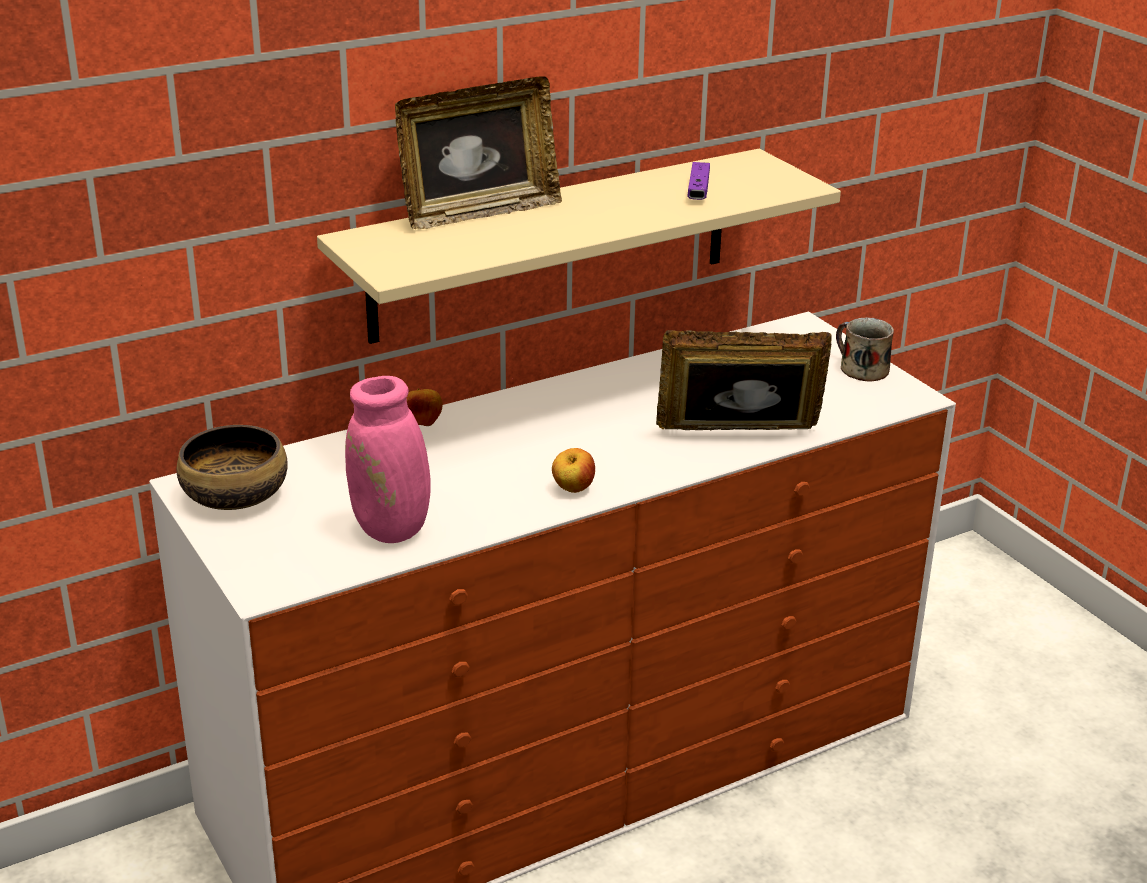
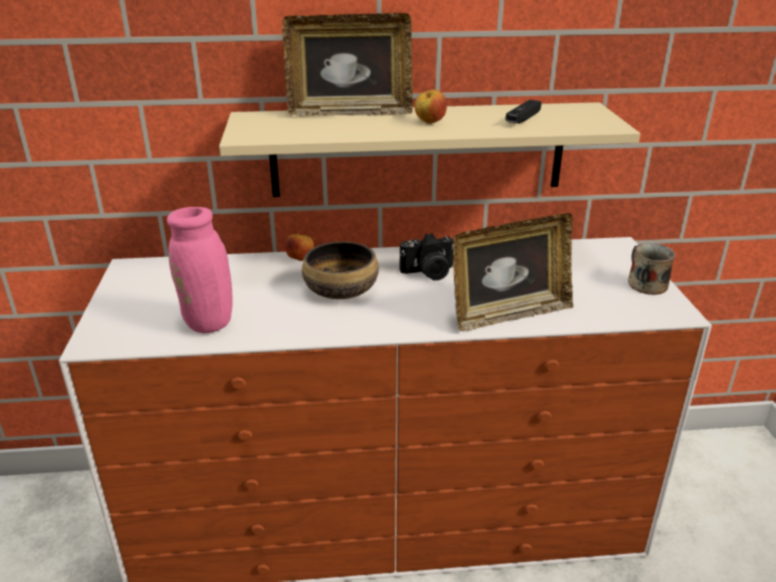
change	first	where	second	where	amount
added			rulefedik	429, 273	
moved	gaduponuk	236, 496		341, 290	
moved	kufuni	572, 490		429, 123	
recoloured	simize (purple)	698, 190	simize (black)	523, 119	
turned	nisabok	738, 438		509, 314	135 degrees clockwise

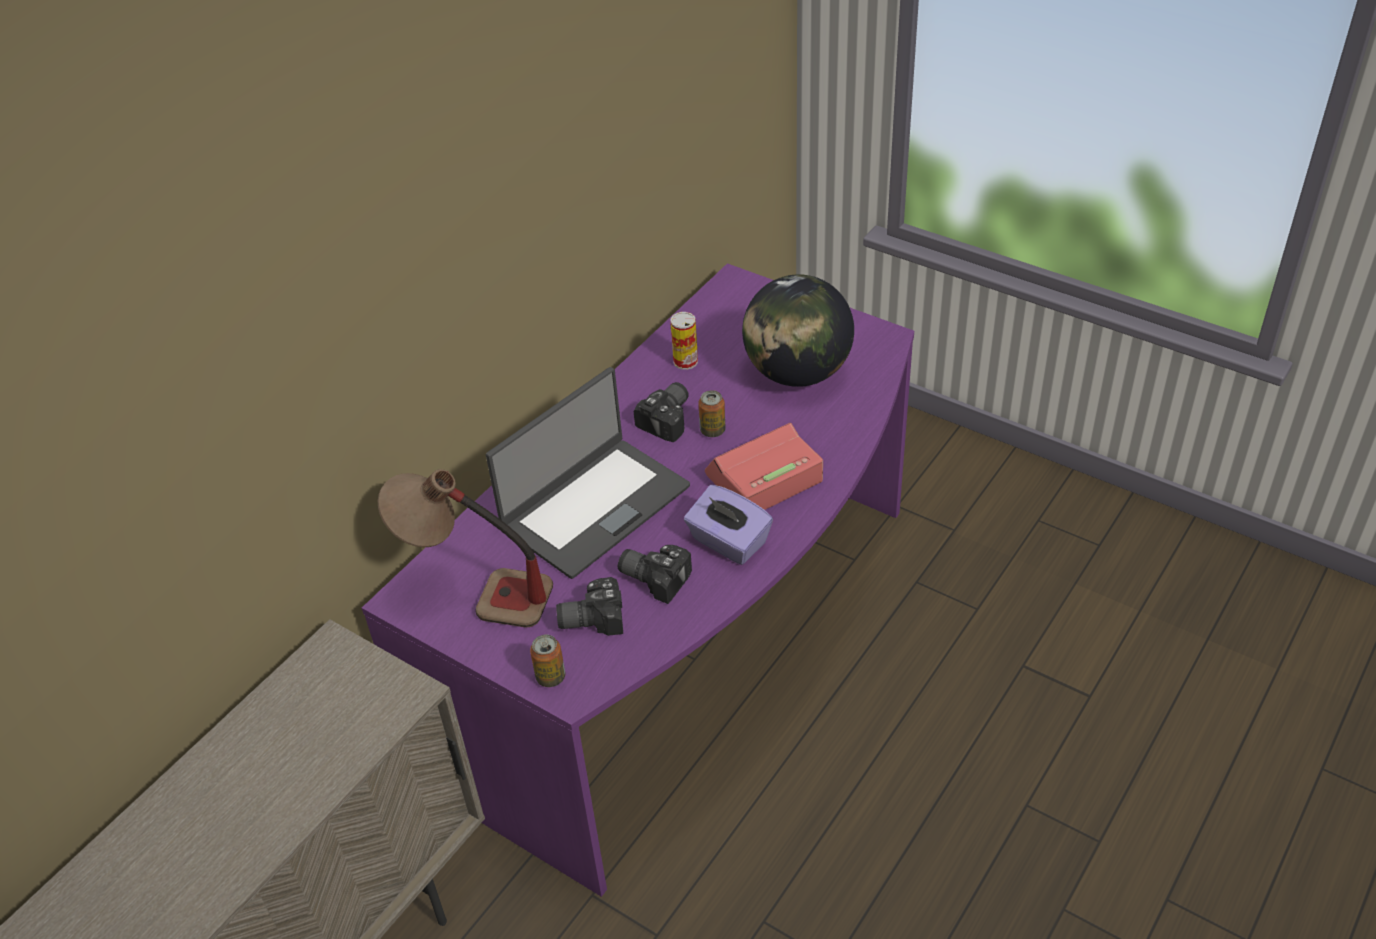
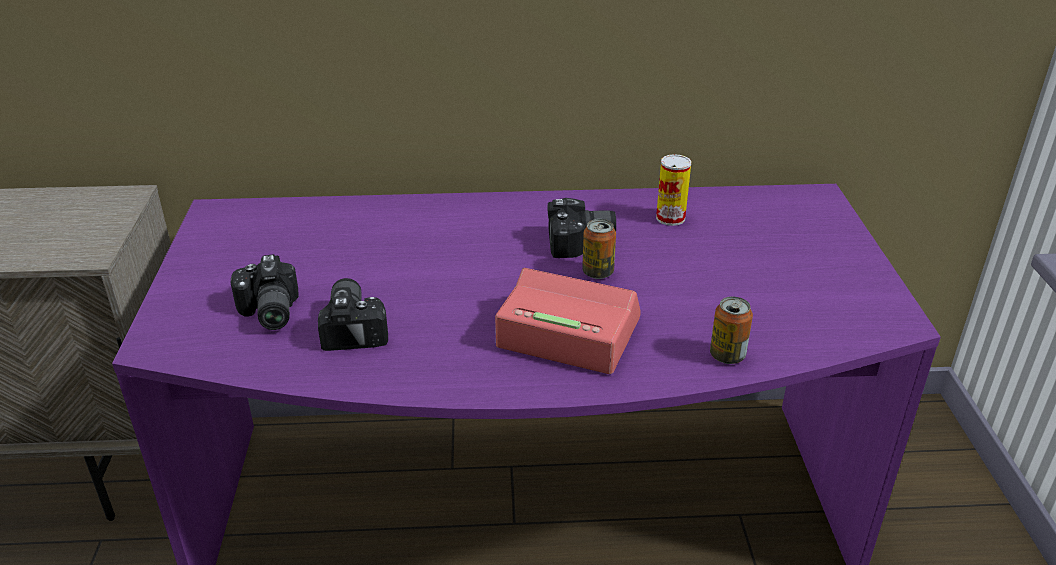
change	first	where	second	where	amount
removed	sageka	476, 595			
removed	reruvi	594, 506			
removed	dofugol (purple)	728, 542			
removed	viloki	797, 373			
moved	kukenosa	550, 677		727, 355	
turned	rulefedik	591, 617		267, 313	150 degrees counterclockwise

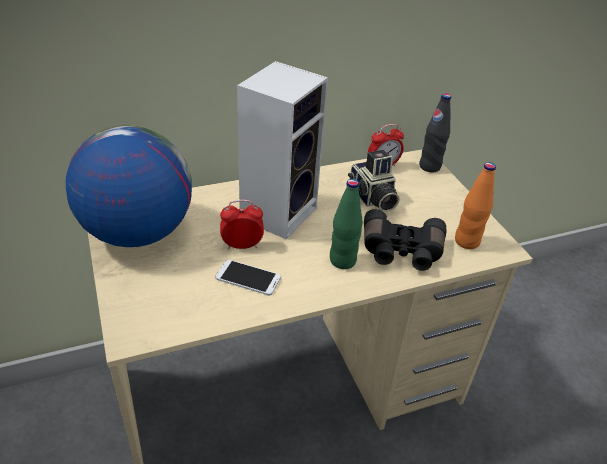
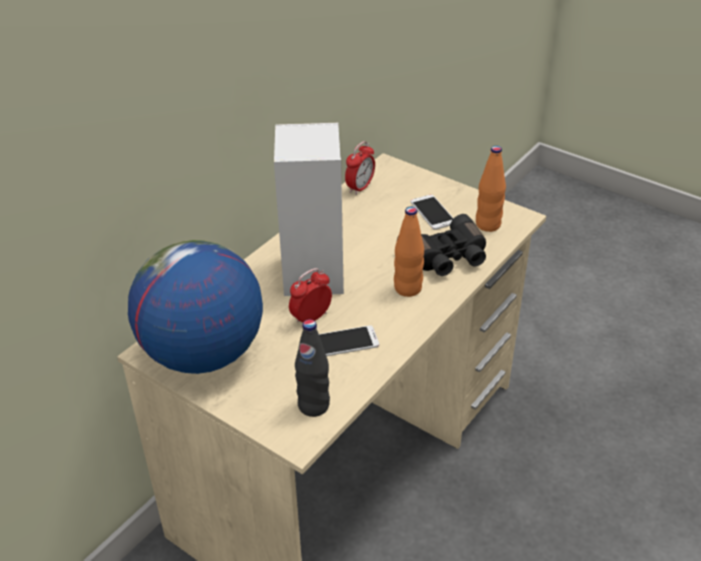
change	first	where	second	where	amount
removed	rulefedik	372, 198			
added			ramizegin	432, 212	
moved	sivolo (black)	429, 166		313, 406	
recoloured	sivolo (green)	342, 260	sivolo (orange)	407, 288	

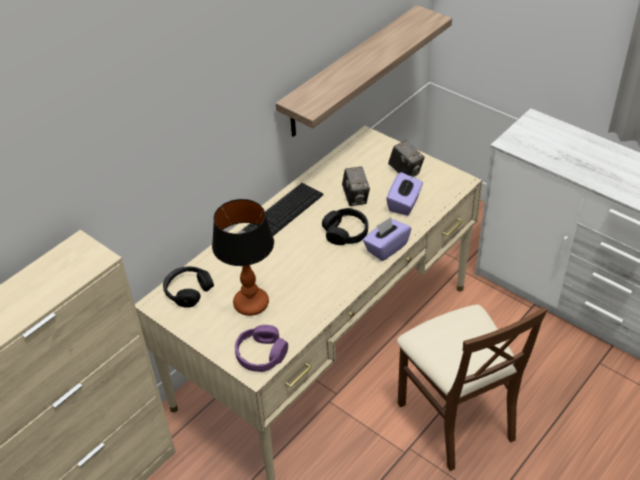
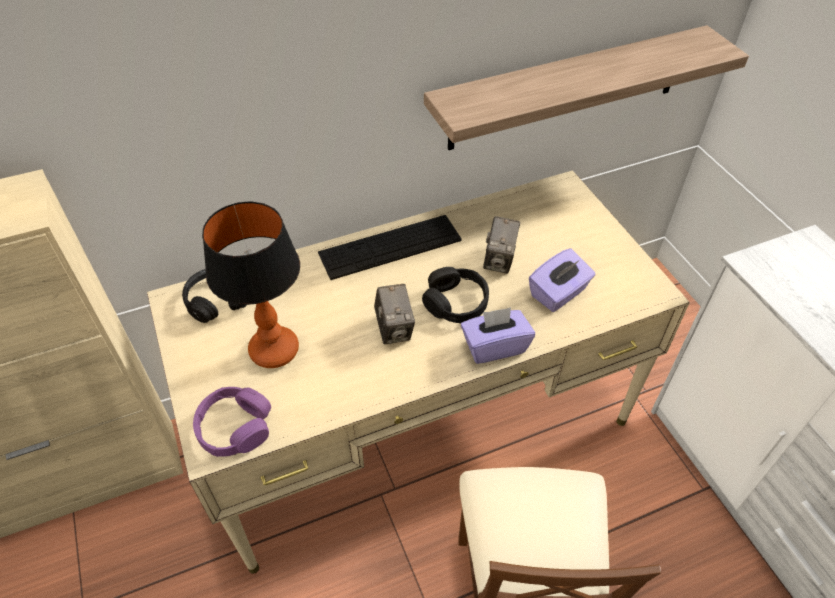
change	first	where	second	where	amount
moved	rulefedik	405, 172		394, 329	

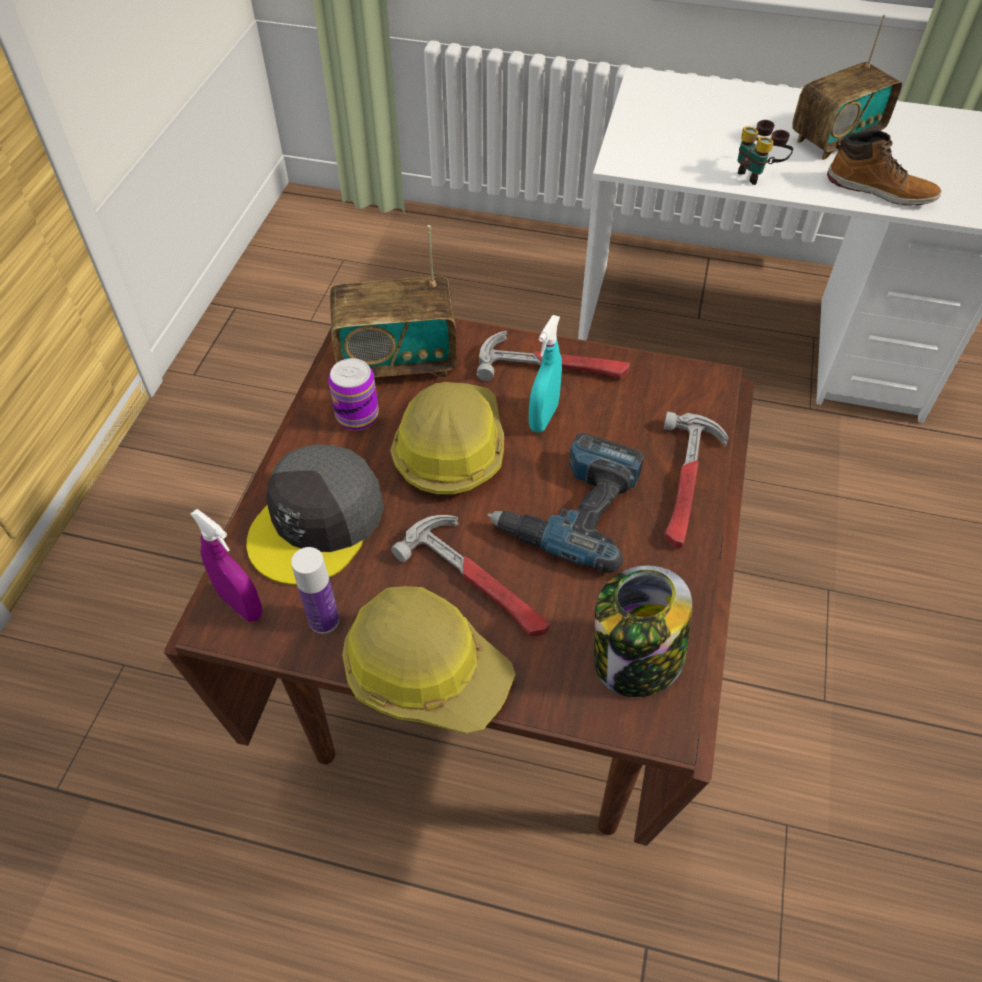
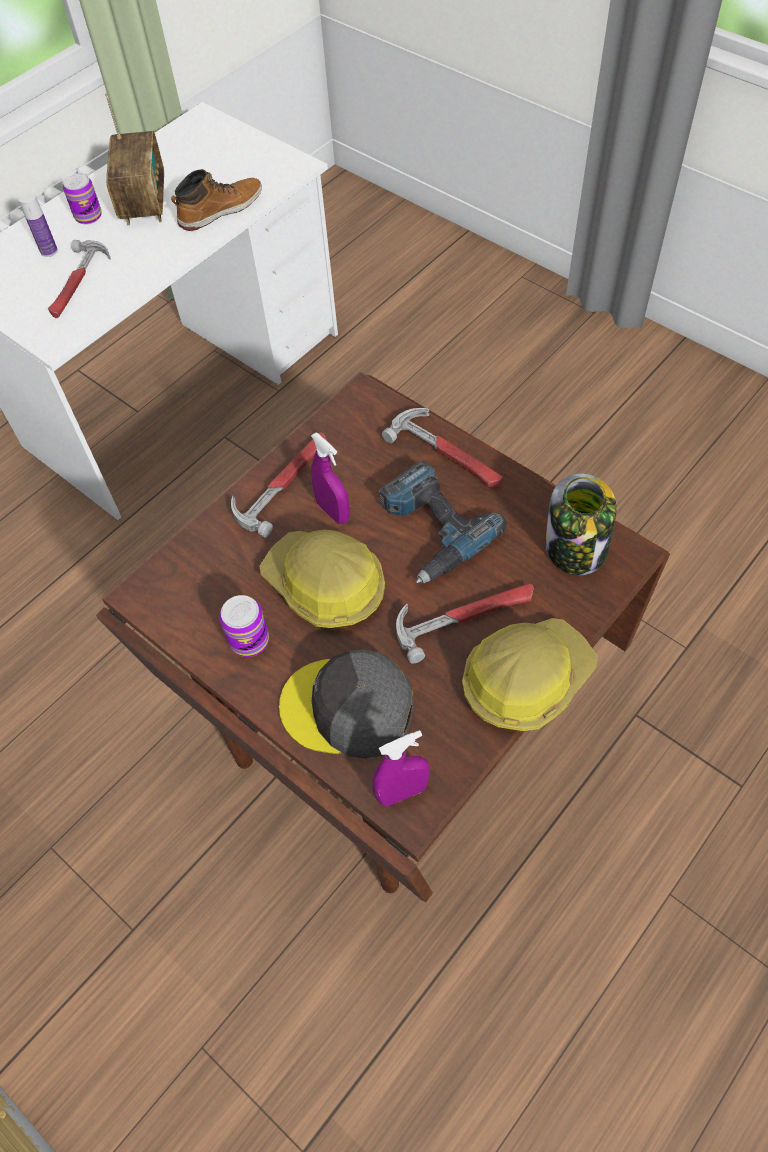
change	first	where	second	where	amount
removed	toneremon	397, 362			
removed	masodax	757, 174			
added			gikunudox	78, 283	
added			kukenosa	88, 216	
moved	sivolo	324, 620		49, 251	
recoloured	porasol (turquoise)	543, 417	porasol (purple)	333, 512	
turned	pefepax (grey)	318, 522		348, 708	135 degrees clockwise

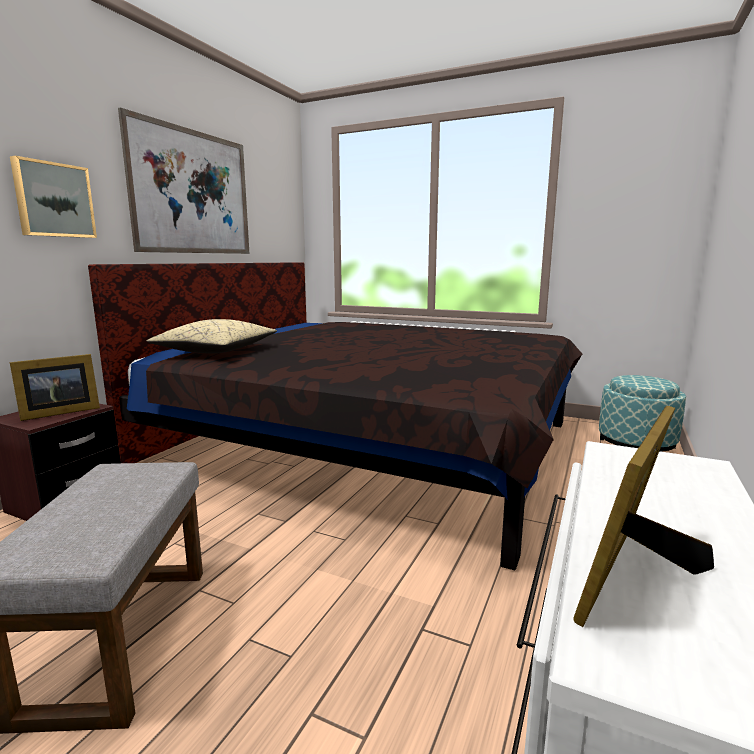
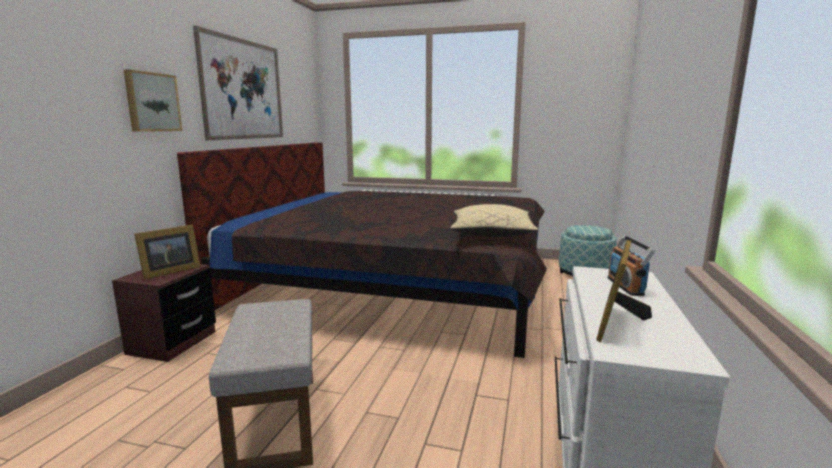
change	first	where	second	where	amount
added			toneremon	626, 286	
moved	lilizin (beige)	216, 351		491, 234	

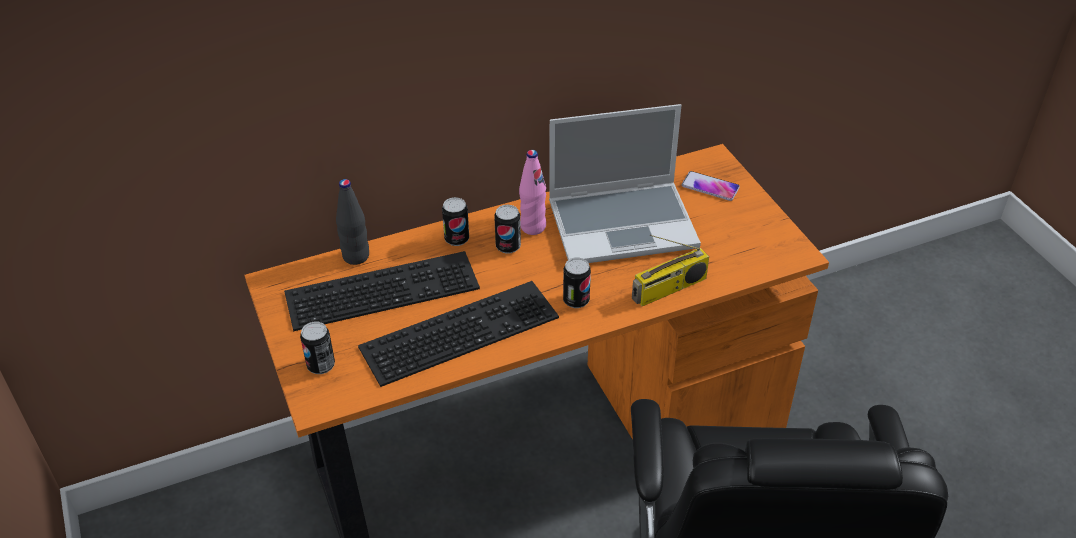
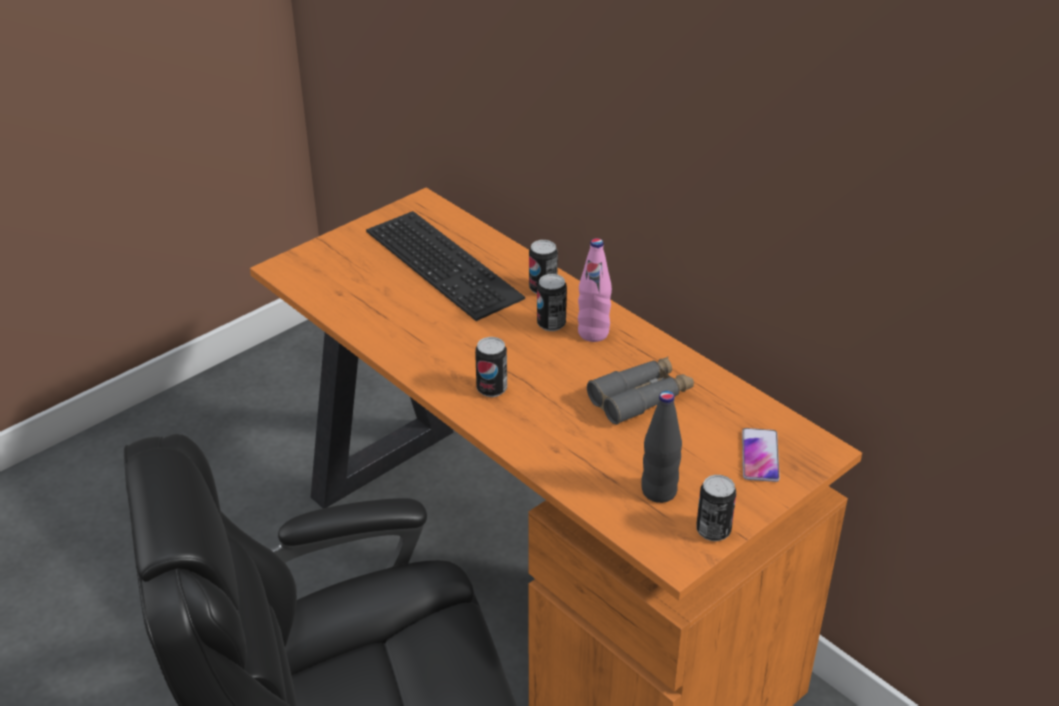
change	first	where	second	where	amount
removed	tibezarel	460, 329			
removed	toneremon	669, 289			
moved	kukenosa	321, 365		713, 531	
moved	sivolo (black)	356, 256		659, 491	
replaced	reruvi	623, 224	masodax (grey)	641, 397	

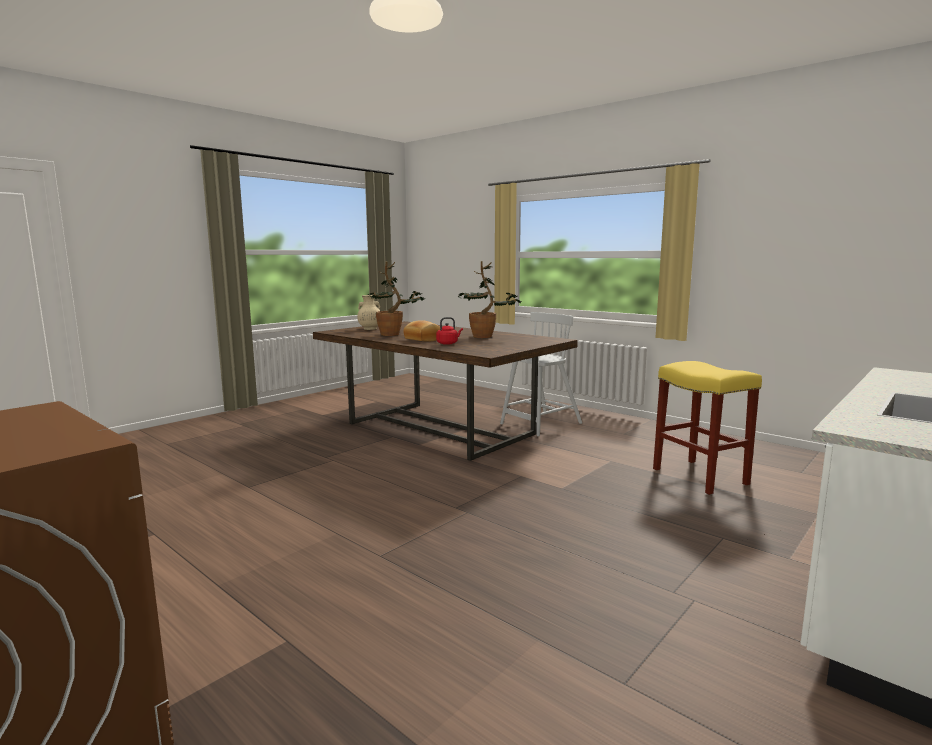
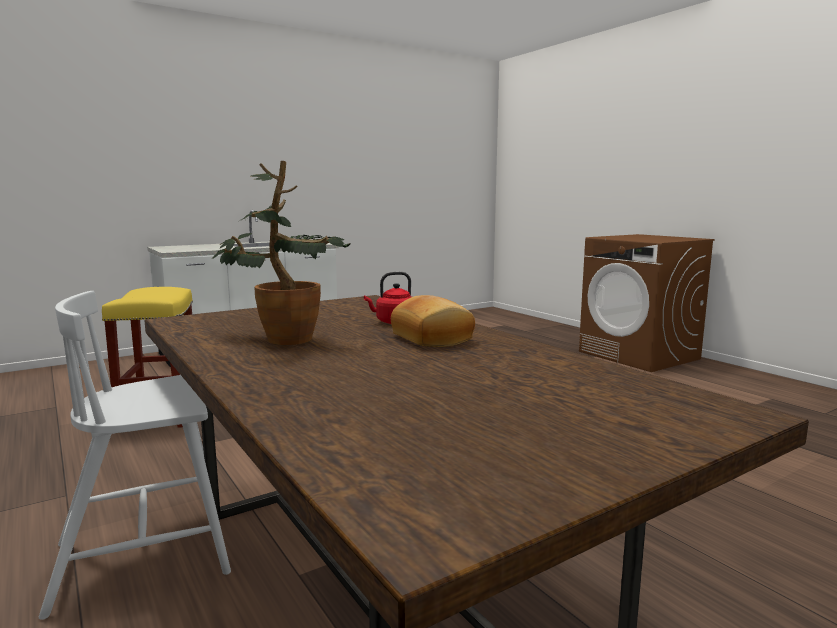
change	first	where	second	where	amount
removed	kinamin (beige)	369, 329			
removed	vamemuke	395, 334			

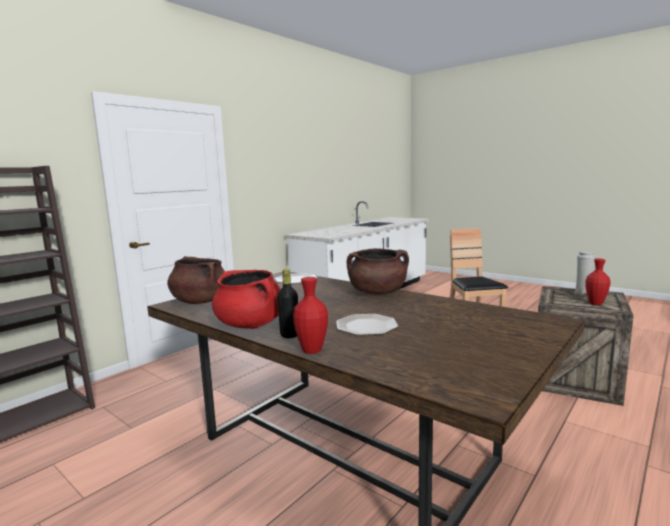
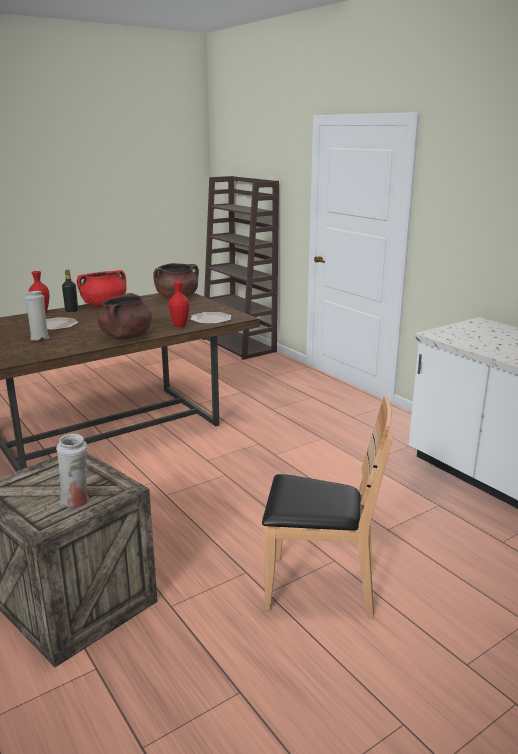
change	first	where	second	where	amount
added			kinamin (white)	39, 338	
moved	kinamin (red)	595, 303		180, 326	

